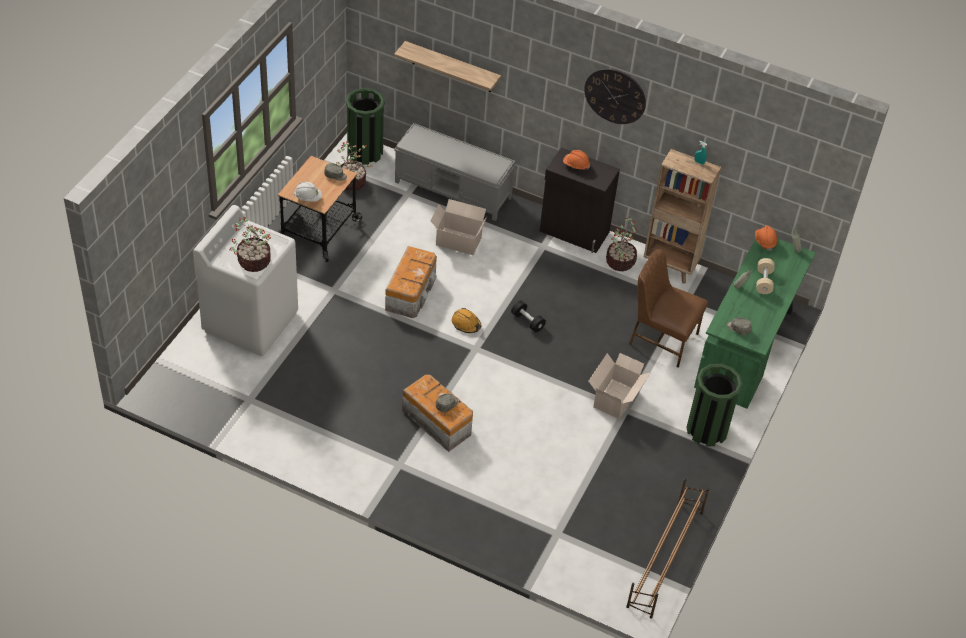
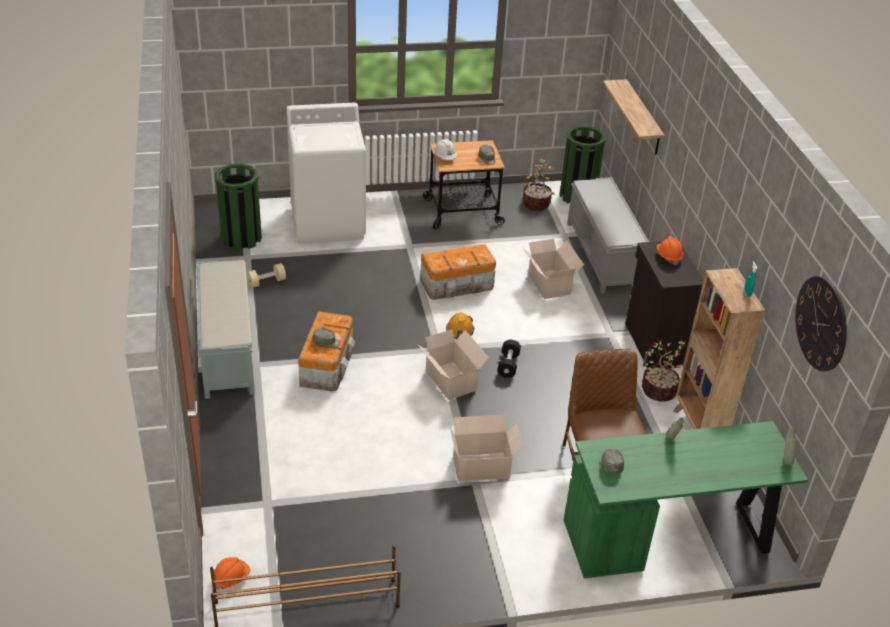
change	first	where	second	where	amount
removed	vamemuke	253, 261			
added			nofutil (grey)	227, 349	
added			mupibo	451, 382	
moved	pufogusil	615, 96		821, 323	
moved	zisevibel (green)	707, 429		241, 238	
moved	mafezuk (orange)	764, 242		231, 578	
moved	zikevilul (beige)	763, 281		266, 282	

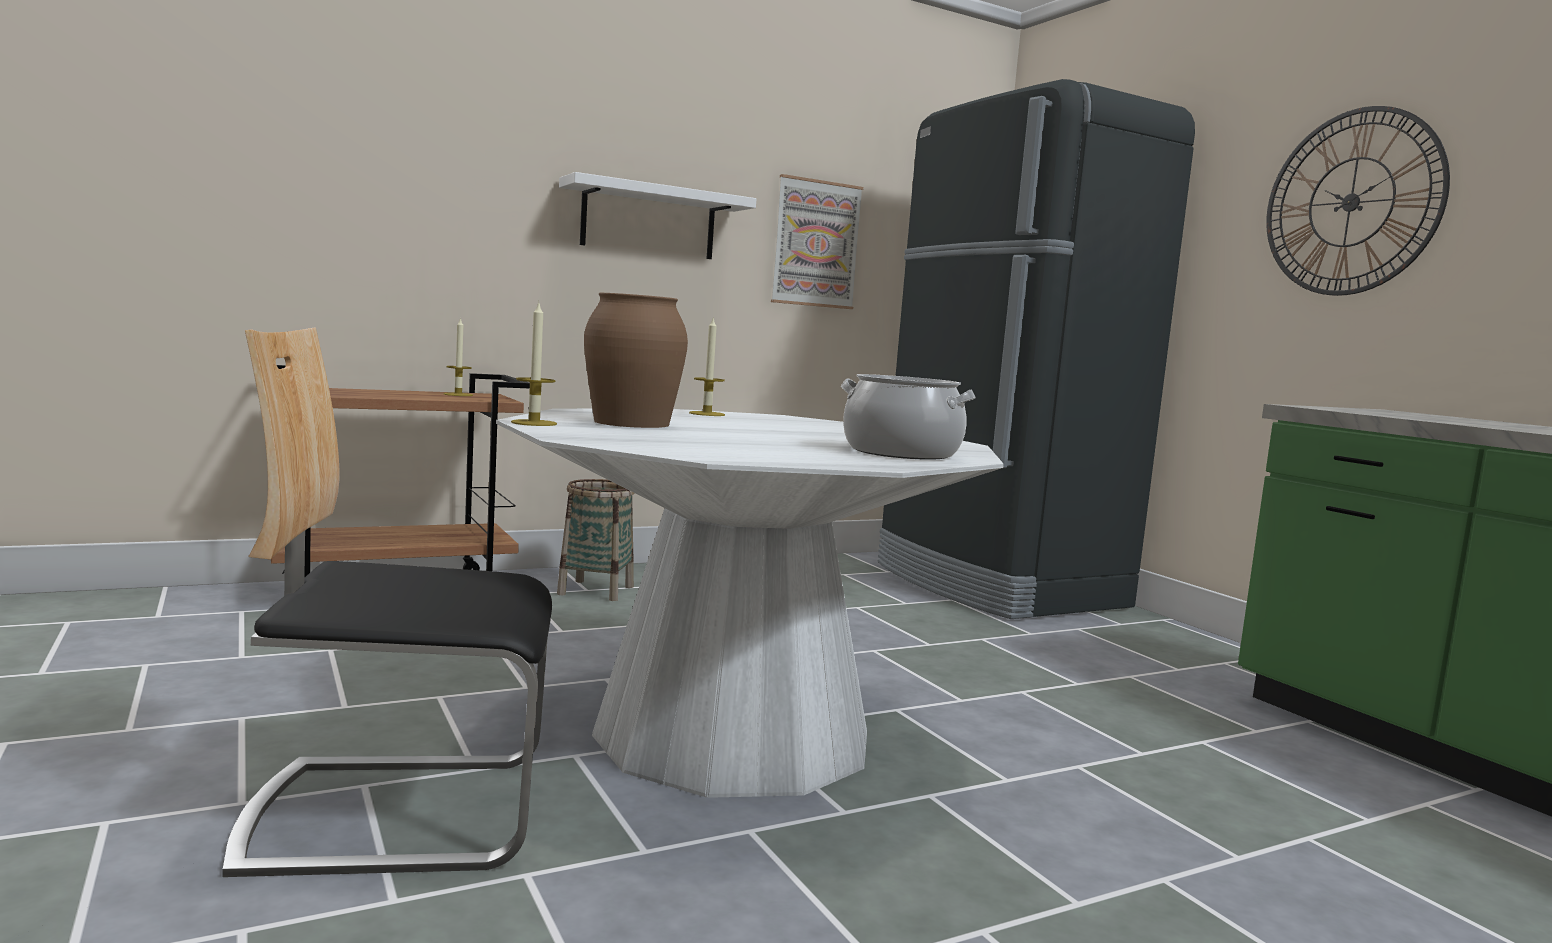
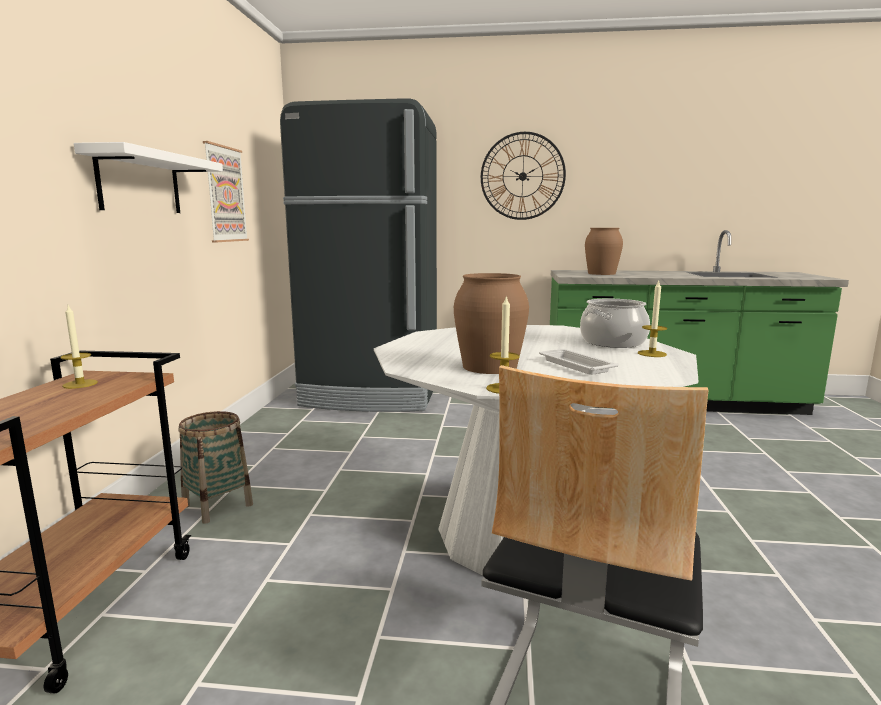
change	first	where	second	where	amount
added			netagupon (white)	575, 365	
added			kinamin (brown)	602, 273	
moved	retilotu	707, 414		652, 354	

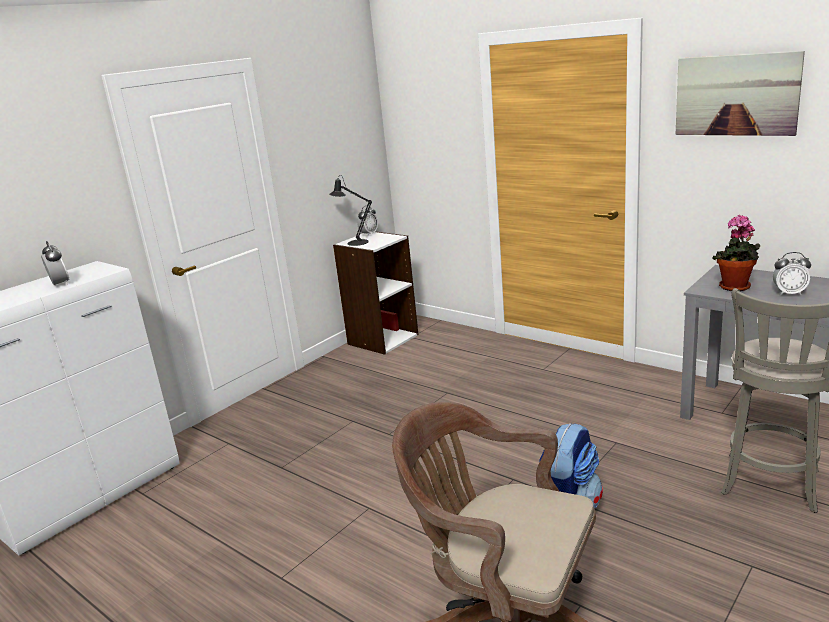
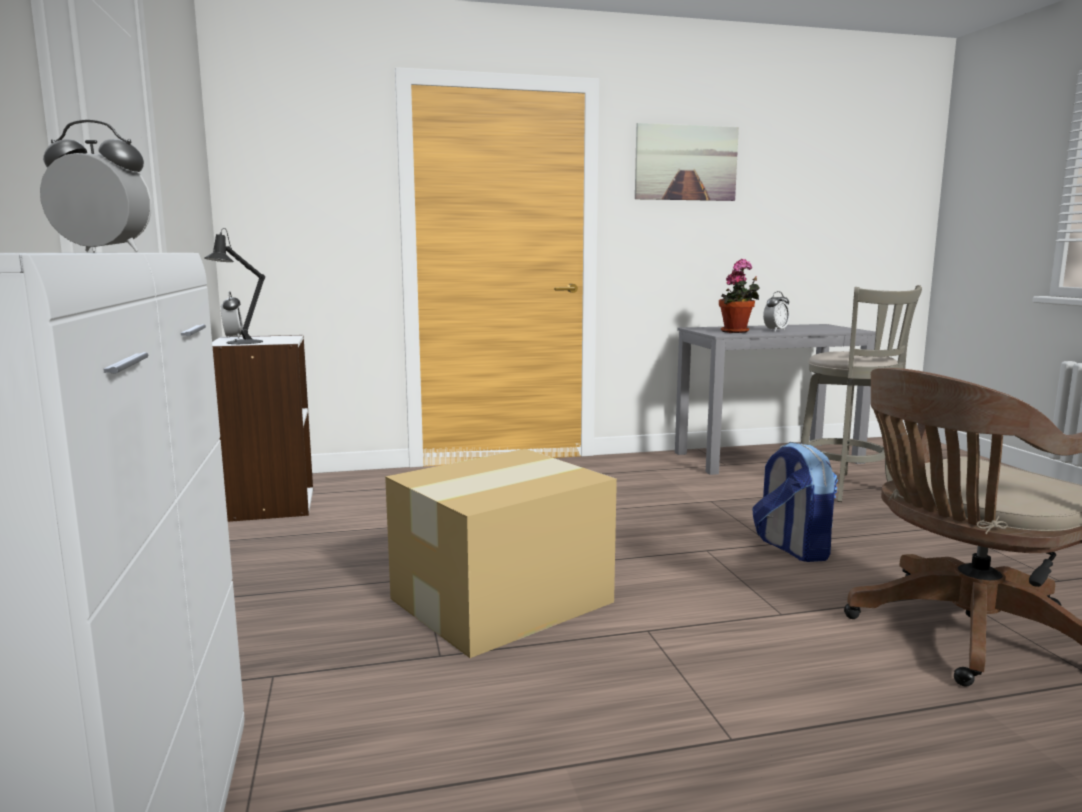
change	first	where	second	where	amount
added			mupibo	498, 600	

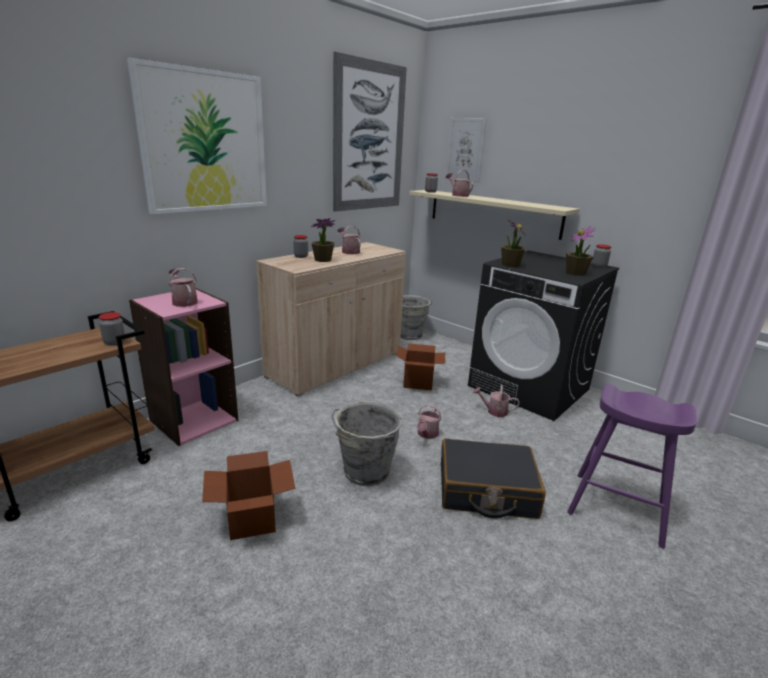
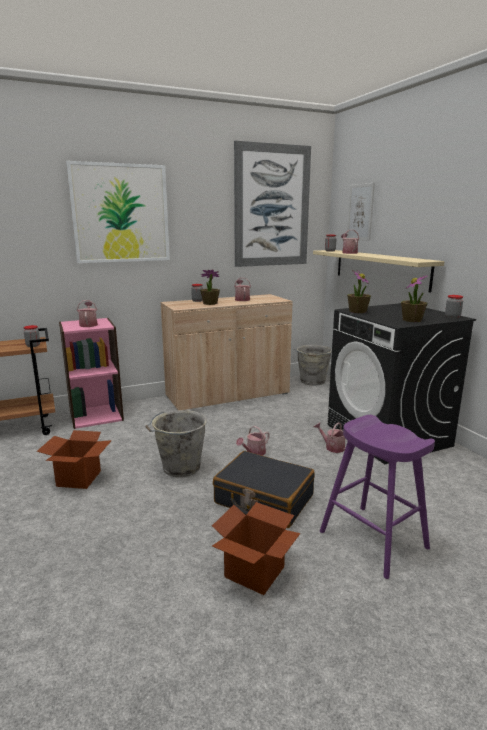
change	first	where	second	where	amount
moved	mupibo	418, 382		254, 572	

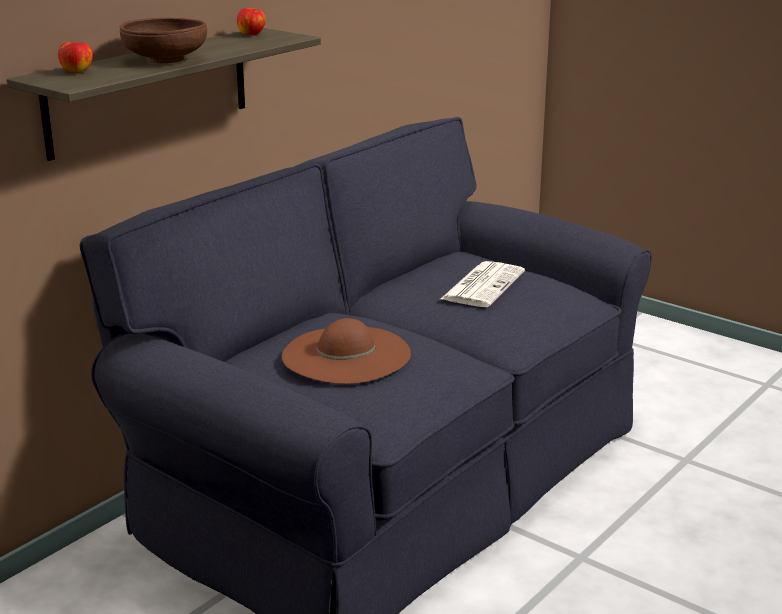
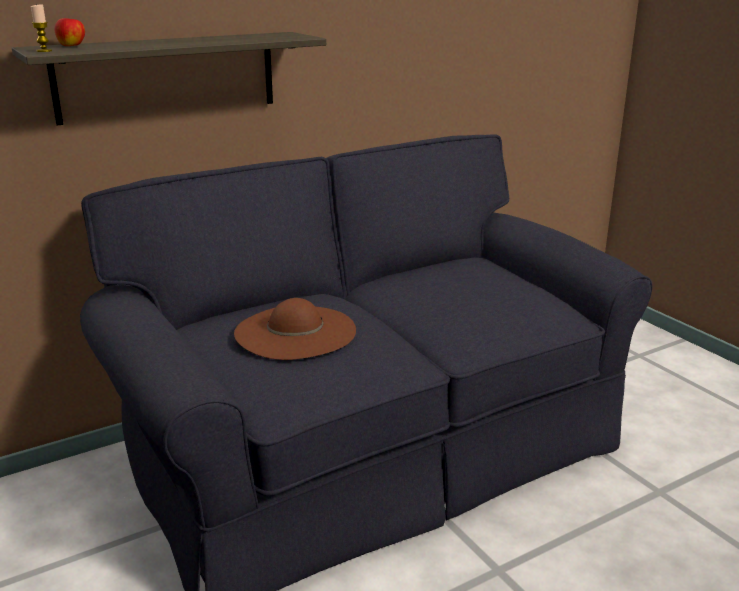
change	first	where	second	where	amount
removed	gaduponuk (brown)	165, 59			
removed	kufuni	252, 35			
removed	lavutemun	482, 285			
added			retilotu	44, 51	

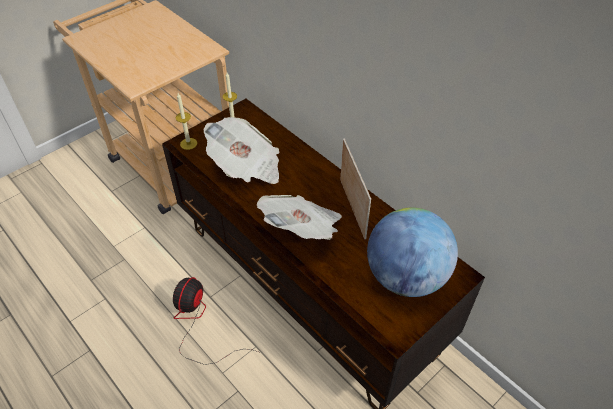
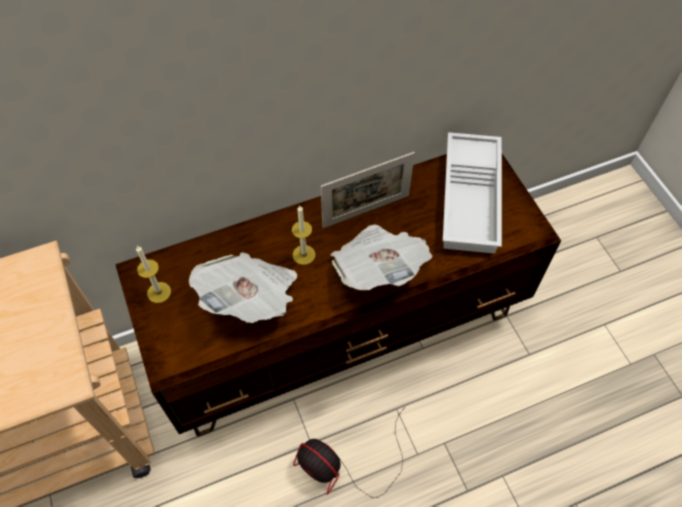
change	first	where	second	where	amount
moved	retilotu	188, 143		304, 255	
replaced	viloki	405, 276	netagupon (white)	472, 198	
turned	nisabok	352, 208		366, 211	150 degrees clockwise

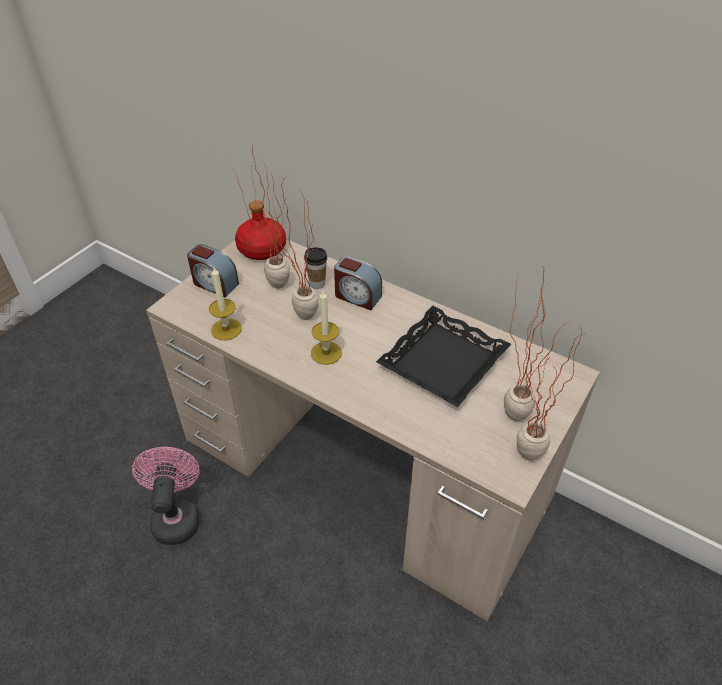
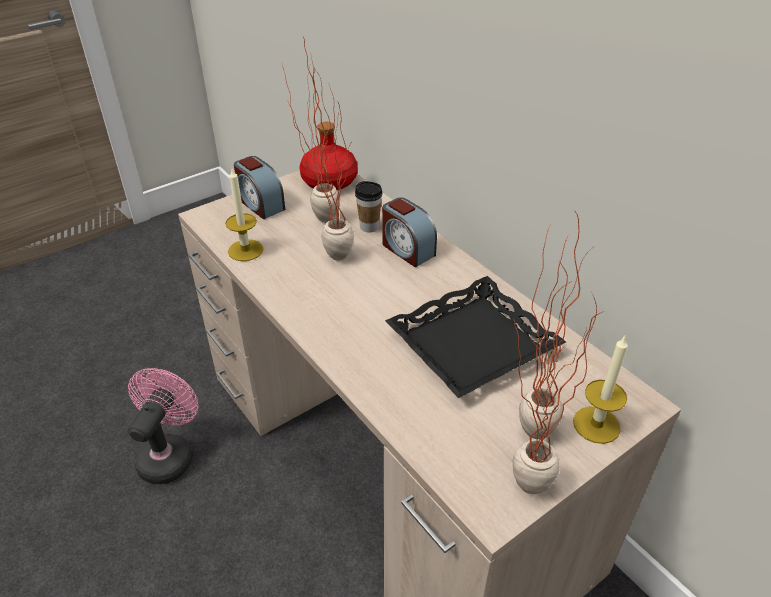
change	first	where	second	where	amount
moved	retilotu	326, 353		596, 424	

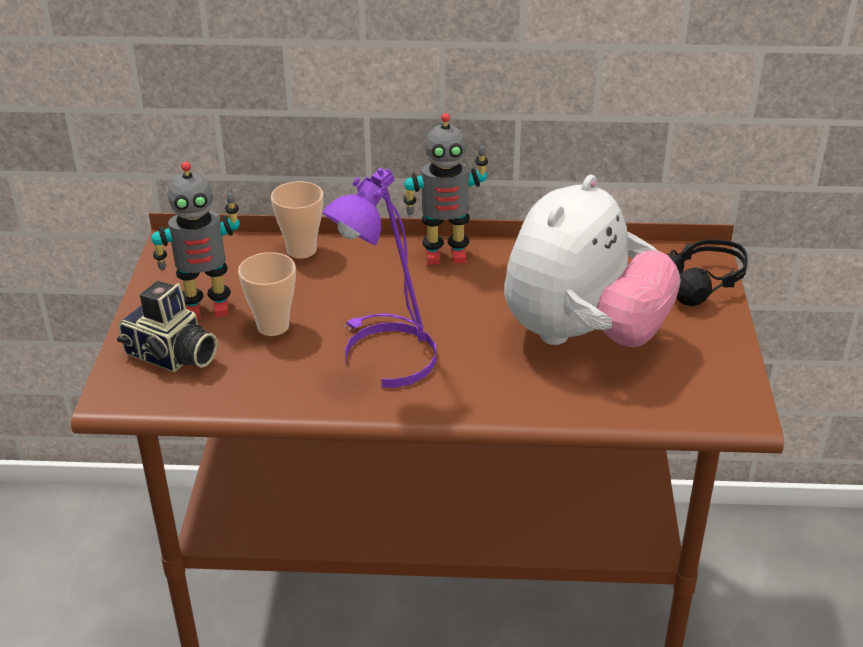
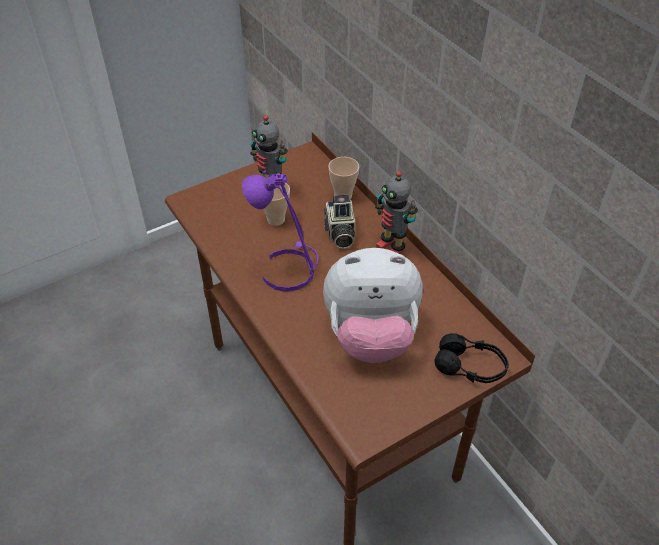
change	first	where	second	where	amount
moved	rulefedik	171, 356		339, 233	

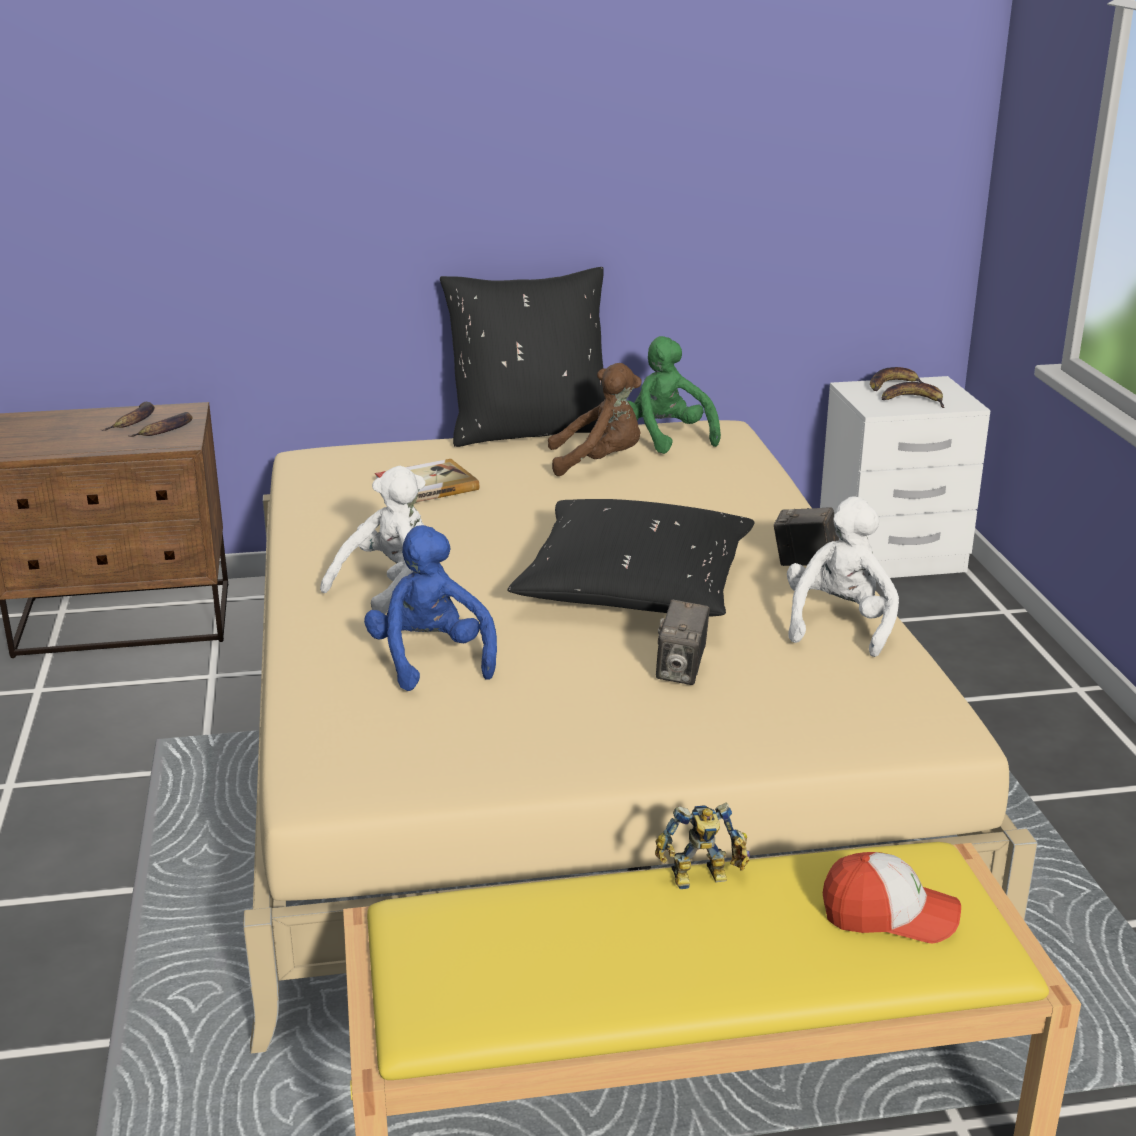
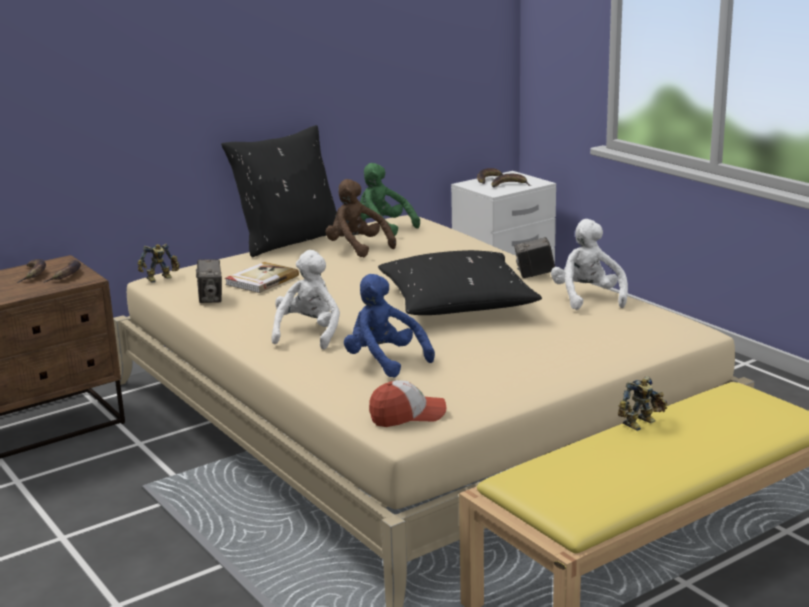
change	first	where	second	where	amount
added			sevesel	160, 279	
moved	rulefedik	681, 671		211, 298	
moved	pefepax	889, 915		407, 416	
turned	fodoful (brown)	599, 462		357, 248	105 degrees counterclockwise

